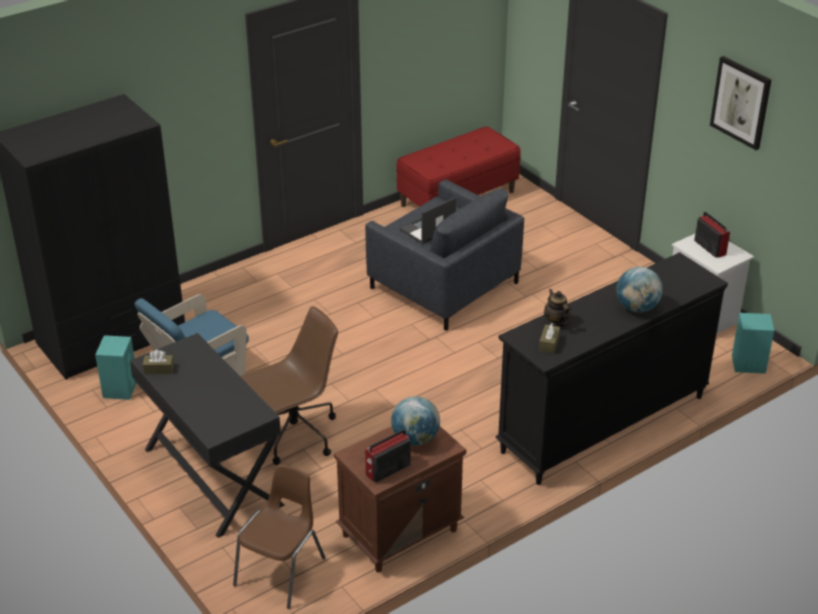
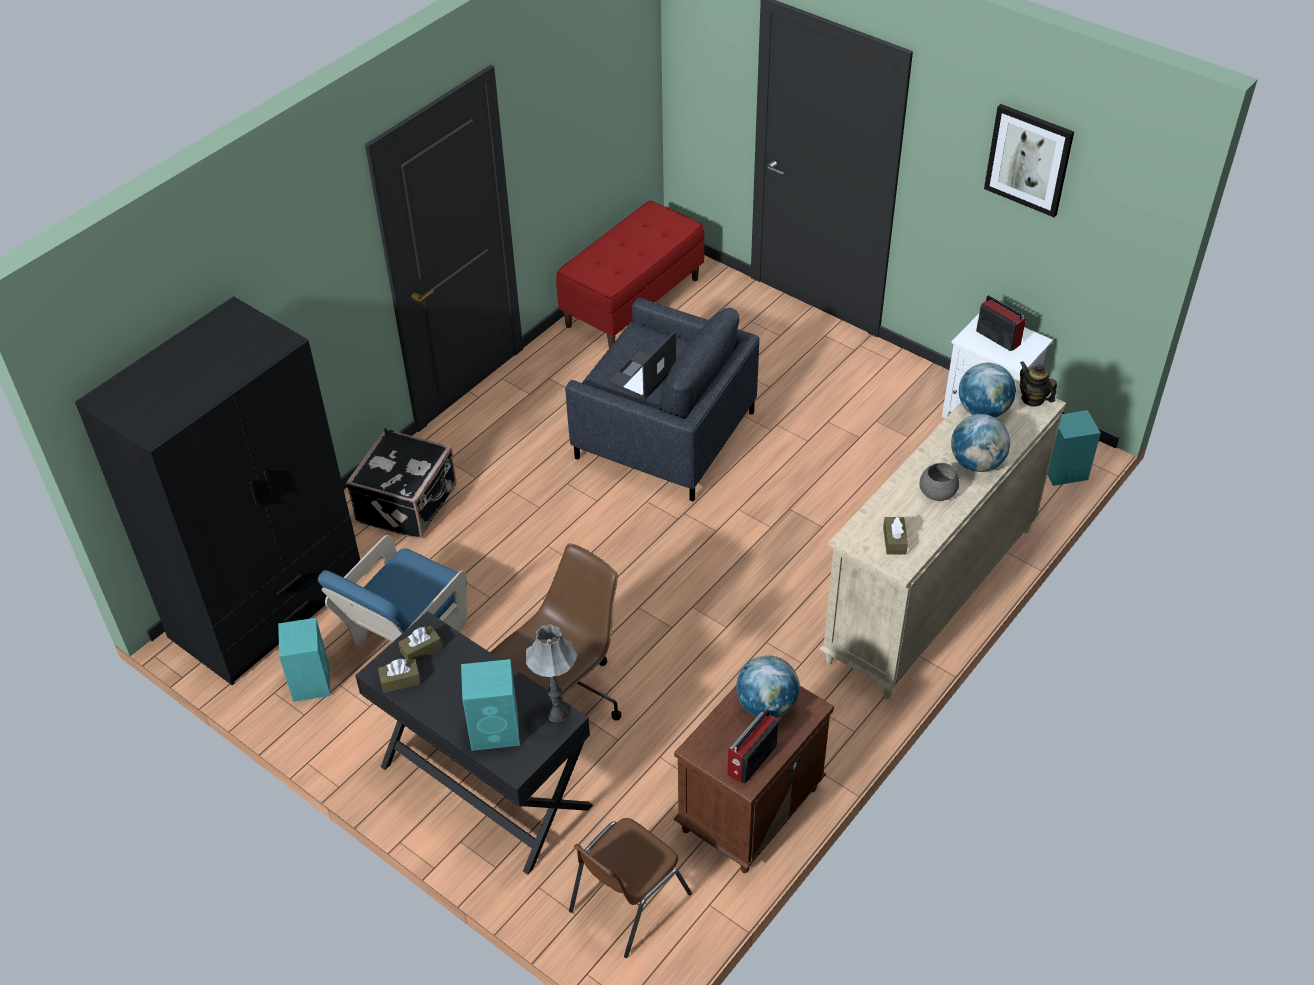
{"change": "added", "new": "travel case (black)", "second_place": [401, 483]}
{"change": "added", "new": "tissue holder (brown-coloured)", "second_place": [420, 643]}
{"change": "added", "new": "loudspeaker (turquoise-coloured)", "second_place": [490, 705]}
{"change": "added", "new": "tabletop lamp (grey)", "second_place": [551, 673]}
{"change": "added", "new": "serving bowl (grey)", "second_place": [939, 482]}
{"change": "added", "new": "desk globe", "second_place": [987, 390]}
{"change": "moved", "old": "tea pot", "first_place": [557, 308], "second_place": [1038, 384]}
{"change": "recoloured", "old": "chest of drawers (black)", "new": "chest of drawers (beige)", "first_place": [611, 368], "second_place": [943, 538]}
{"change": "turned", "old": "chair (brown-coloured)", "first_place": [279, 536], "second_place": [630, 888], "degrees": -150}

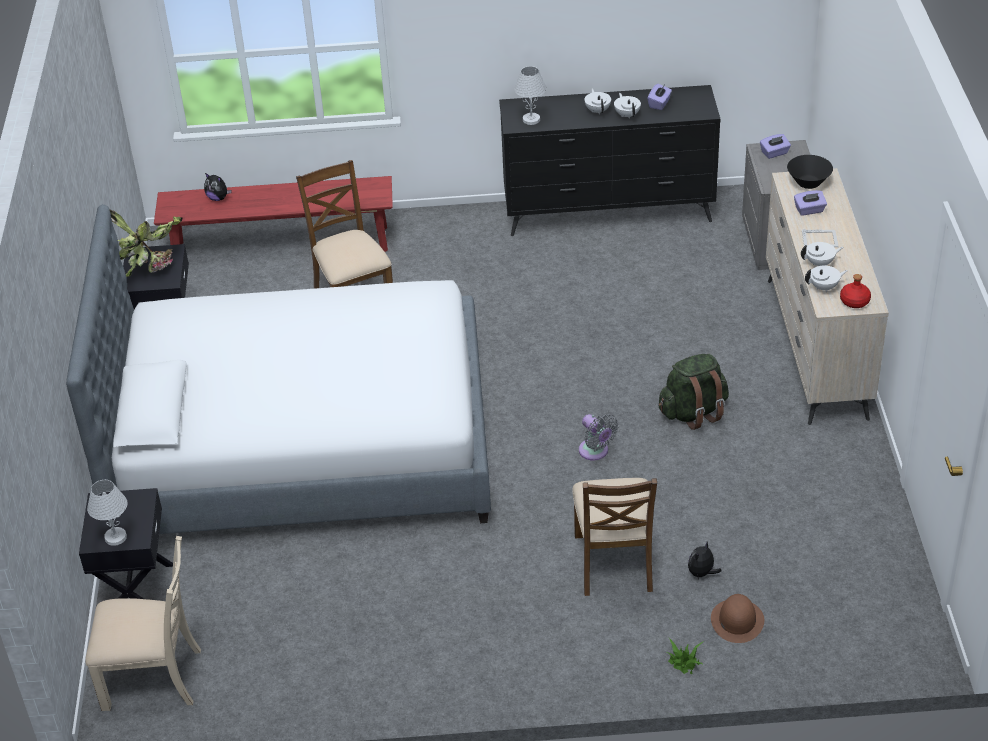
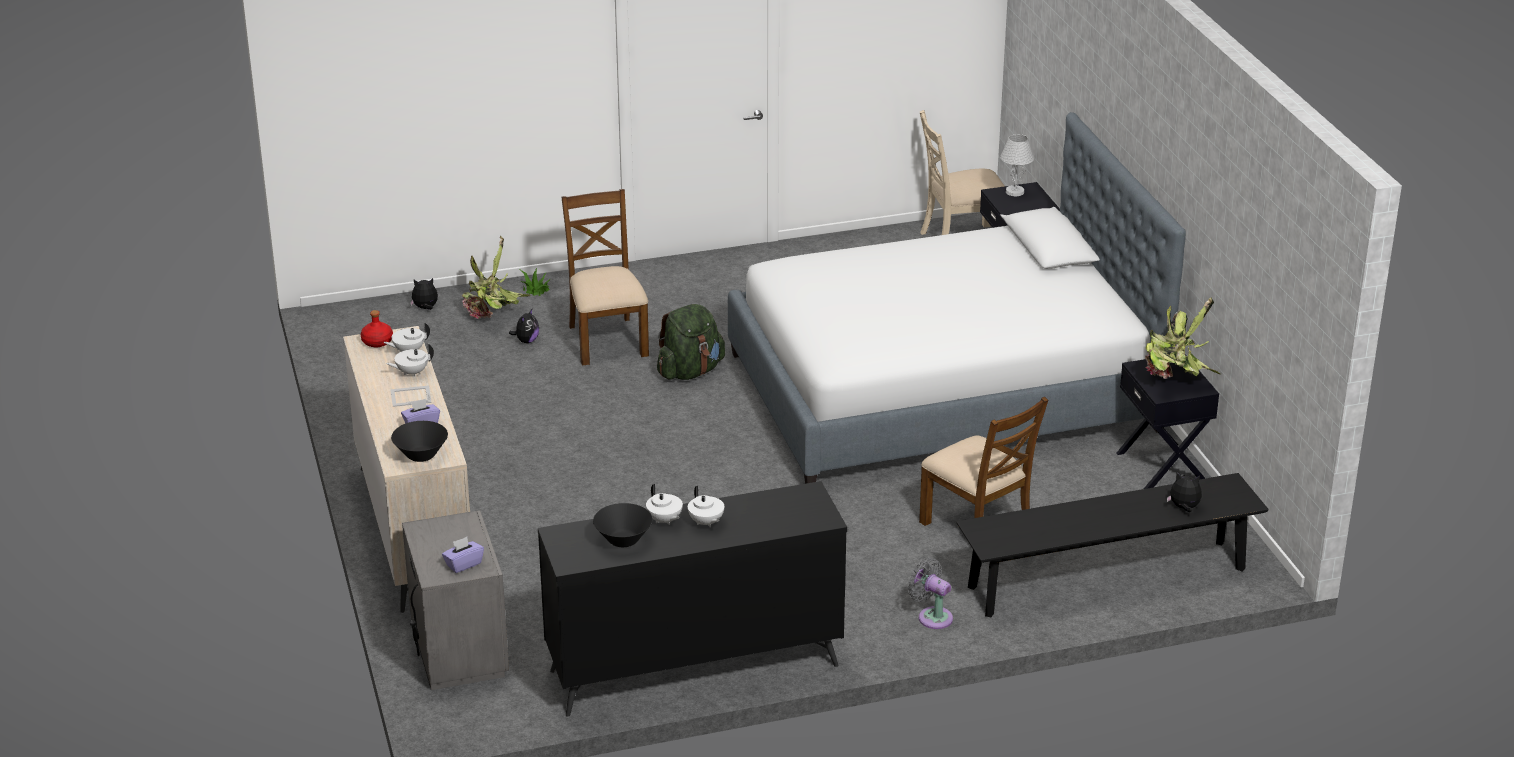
{"change": "removed", "old": "tabletop lamp (whitish)", "first_place": [530, 95]}
{"change": "added", "new": "cuddly toy", "second_place": [424, 294]}
{"change": "moved", "old": "fan (grey)", "first_place": [599, 437], "second_place": [930, 593]}
{"change": "moved", "old": "backpack (green)", "first_place": [694, 392], "second_place": [691, 342]}
{"change": "replaced", "old": "tissue holder (purple)", "new": "serving bowl (black)", "first_place": [660, 97], "second_place": [623, 525]}
{"change": "replaced", "old": "hat (brown-coloured)", "new": "houseplant", "first_place": [737, 618], "second_place": [496, 277]}
{"change": "recoloured", "old": "long seat (red)", "new": "long seat (black)", "first_place": [273, 214], "second_place": [1112, 545]}

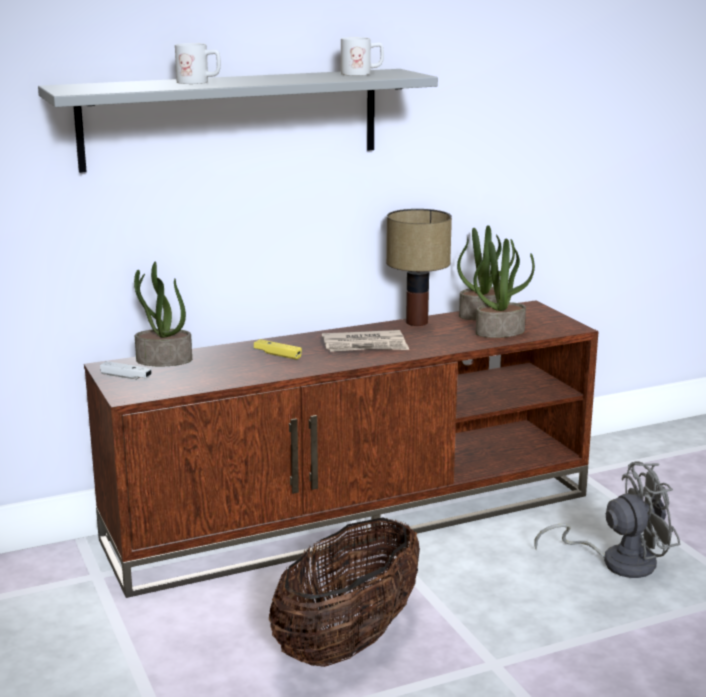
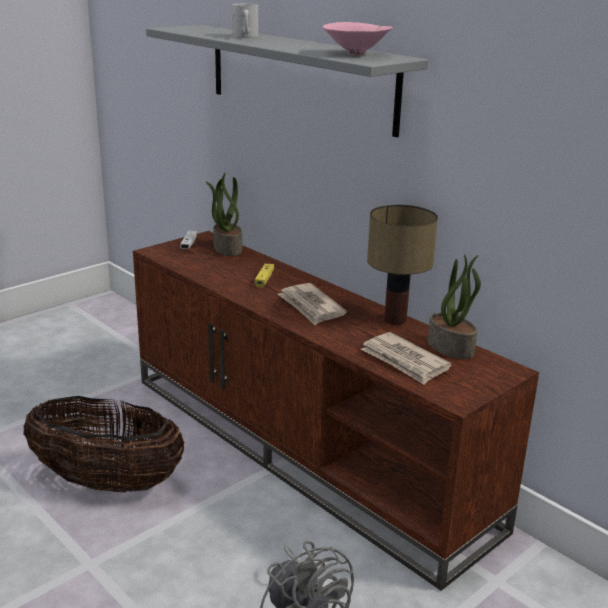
{"change": "replaced", "old": "coffee mug (whitish)", "new": "serving bowl (pinkish)", "first_place": [362, 56], "second_place": [358, 38]}
{"change": "replaced", "old": "houseplant", "new": "daily paper", "first_place": [504, 288], "second_place": [406, 358]}

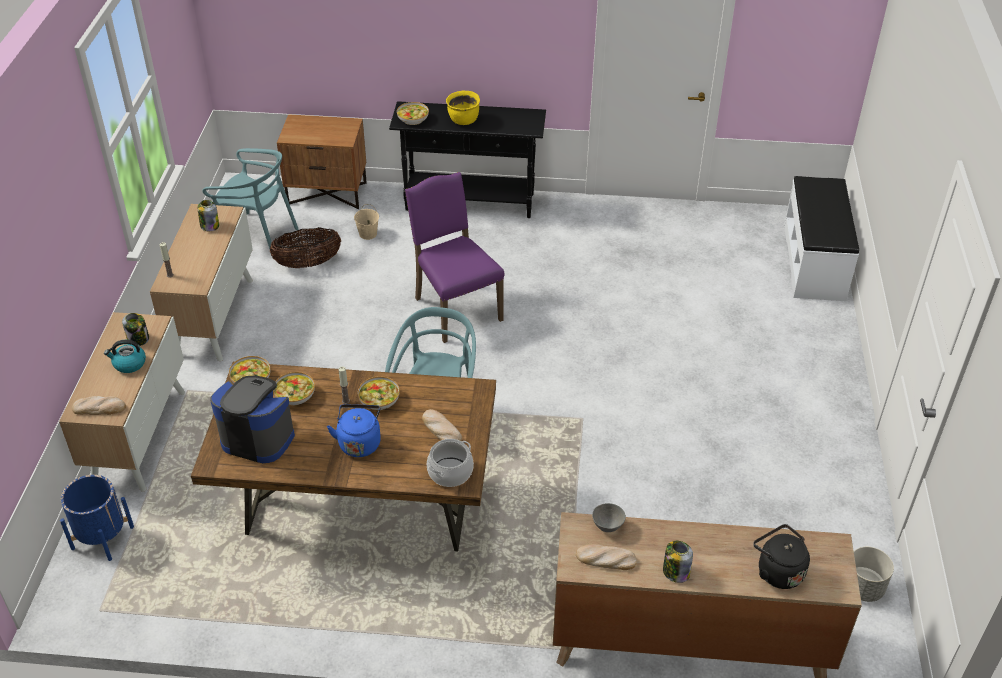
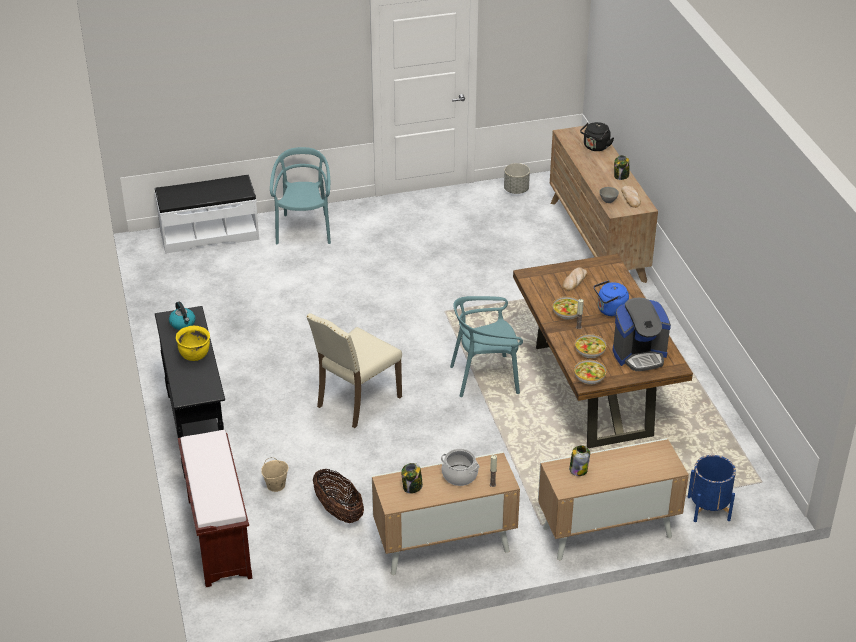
{"change": "removed", "old": "bakery bread", "first_place": [99, 405]}
{"change": "removed", "old": "serving bowl", "first_place": [413, 113]}
{"change": "moved", "old": "tea kettle", "first_place": [125, 356], "second_place": [182, 315]}
{"change": "moved", "old": "chair (turquoise-coloured)", "first_place": [250, 198], "second_place": [300, 195]}
{"change": "moved", "old": "saucepot", "first_place": [450, 463], "second_place": [460, 467]}
{"change": "replaced", "old": "bedside table (brown-coloured)", "new": "long seat (brown-coloured)", "first_place": [322, 161], "second_place": [215, 508]}
{"change": "recoloured", "old": "chair (purple)", "new": "chair (beige)", "first_place": [454, 257], "second_place": [354, 370]}
{"change": "turned", "old": "coffee machine", "first_place": [252, 419], "second_place": [641, 334], "degrees": -105}

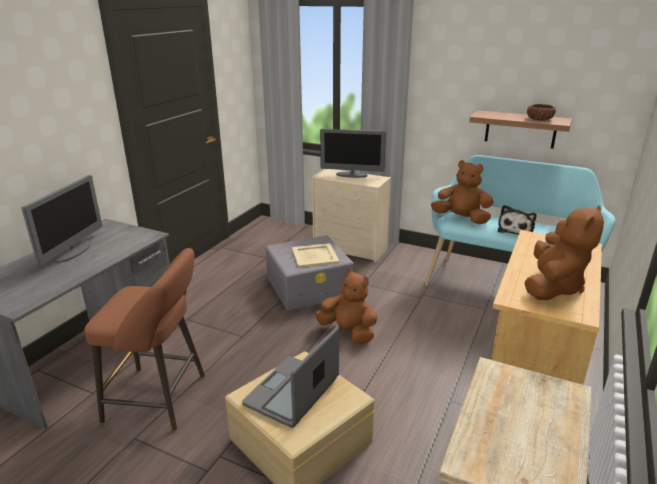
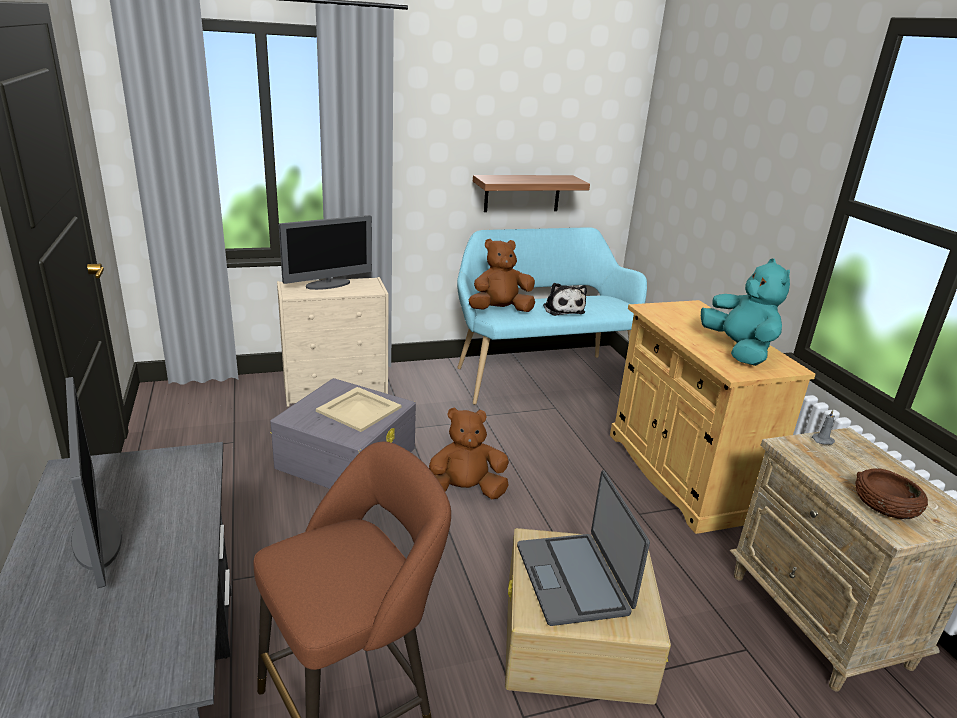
{"change": "added", "new": "wax light (grey)", "second_place": [823, 427]}
{"change": "moved", "old": "serving bowl (brown-coloured)", "first_place": [541, 112], "second_place": [891, 493]}
{"change": "recoloured", "old": "cuddly toy (brown-coloured)", "new": "cuddly toy (turquoise-coloured)", "first_place": [564, 252], "second_place": [745, 312]}

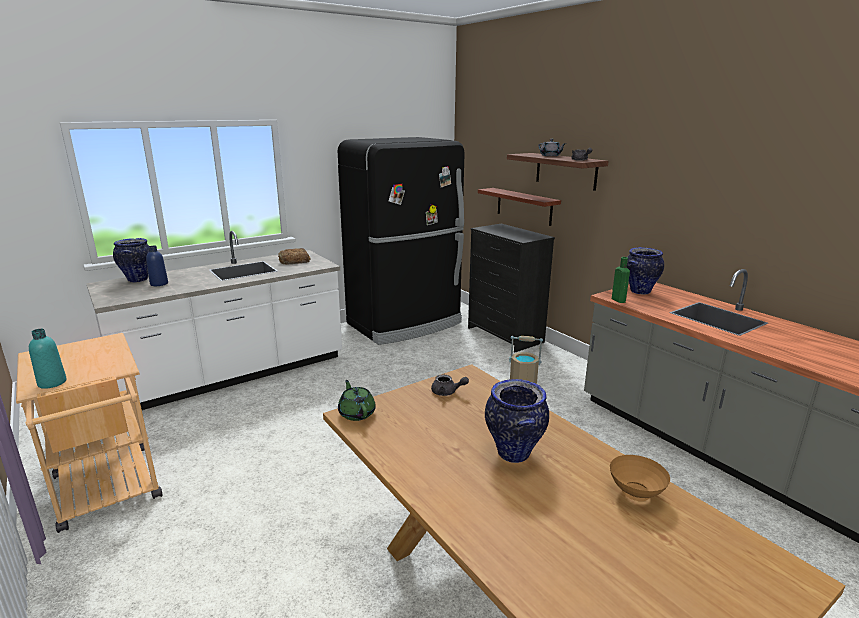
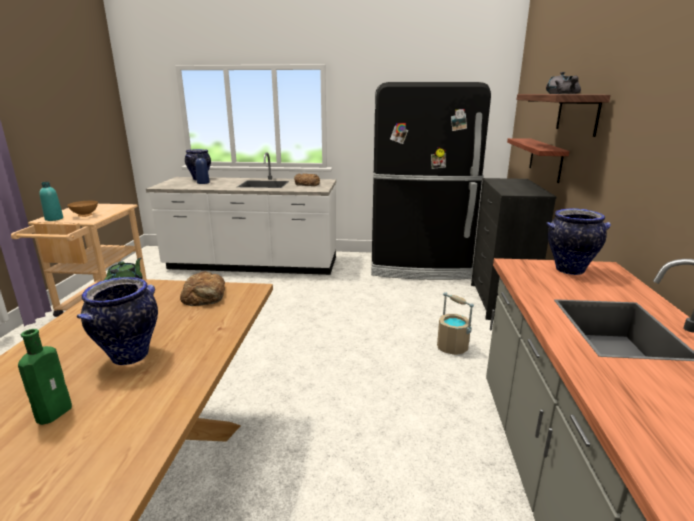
{"change": "moved", "old": "serving bowl (brown-coloured)", "first_place": [640, 478], "second_place": [82, 209]}
{"change": "moved", "old": "beverage bottle (green)", "first_place": [621, 280], "second_place": [45, 377]}
{"change": "replaced", "old": "tea pot (grey)", "new": "bakery bread", "first_place": [450, 385], "second_place": [202, 288]}

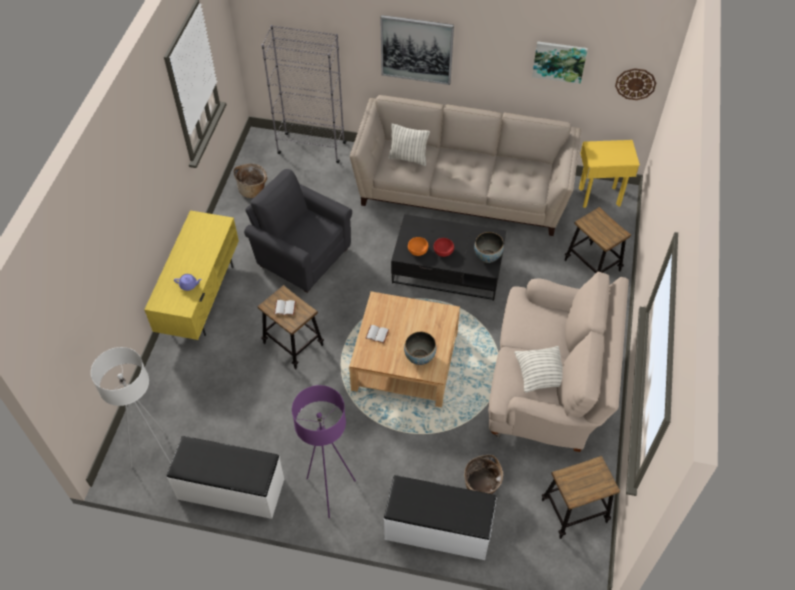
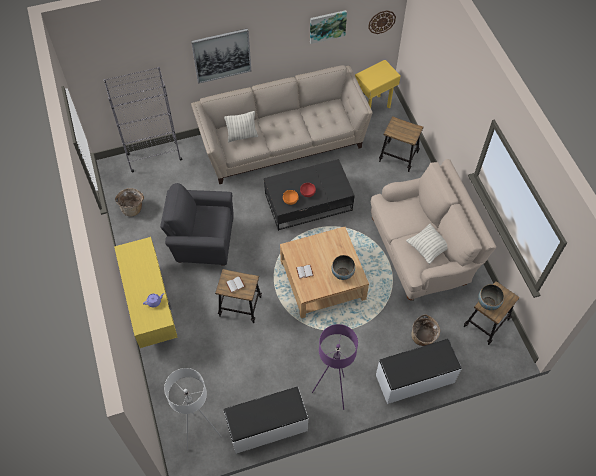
{"change": "moved", "old": "serving bowl", "first_place": [489, 247], "second_place": [491, 297]}

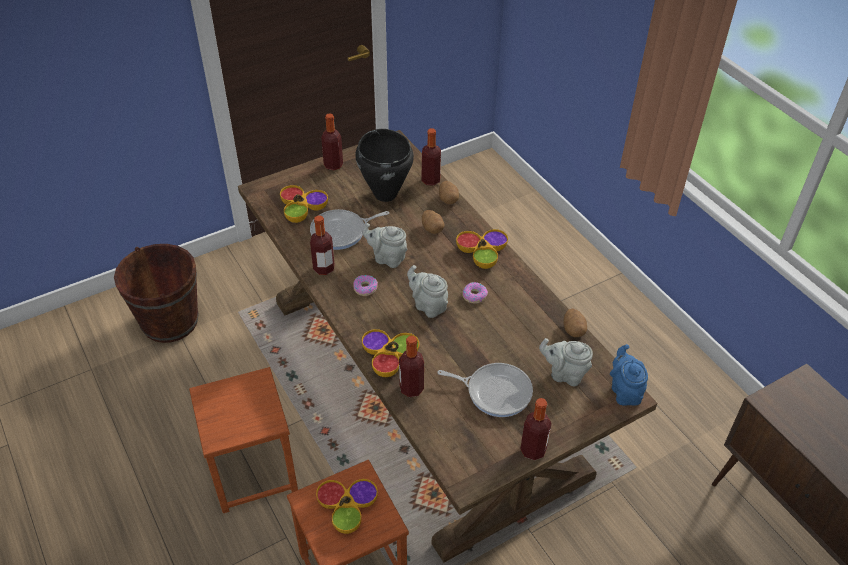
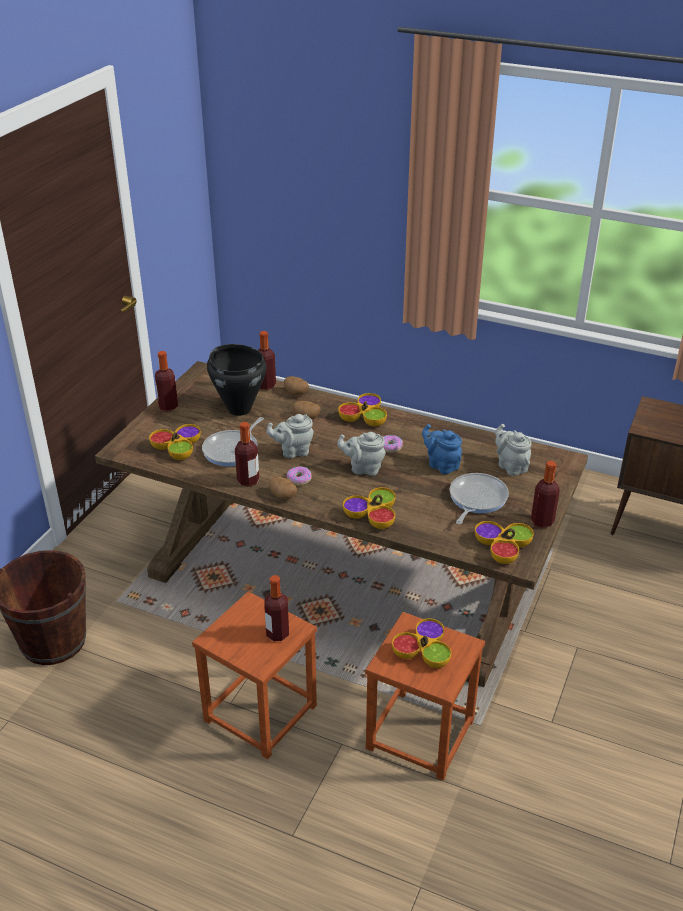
{"change": "added", "new": "serving bowl", "second_place": [504, 542]}
{"change": "moved", "old": "beverage bottle", "first_place": [411, 366], "second_place": [276, 608]}
{"change": "moved", "old": "whole potato", "first_place": [575, 323], "second_place": [283, 488]}
{"change": "moved", "old": "tea pot (blue)", "first_place": [629, 375], "second_place": [442, 449]}
{"change": "turned", "old": "pan", "first_place": [485, 390], "second_place": [479, 498], "degrees": -45}
{"change": "turned", "old": "tea pot (grey)", "first_place": [566, 362], "second_place": [513, 450], "degrees": 75}

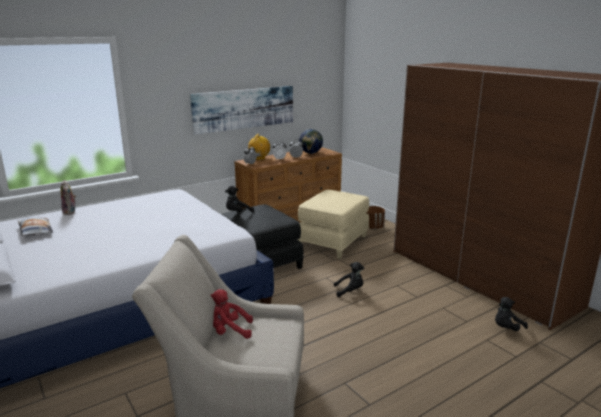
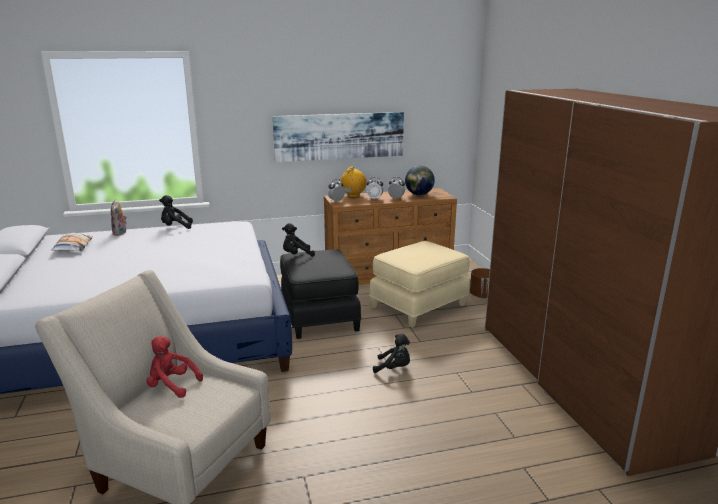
{"change": "moved", "old": "cuddly toy (black)", "first_place": [511, 314], "second_place": [176, 212]}

